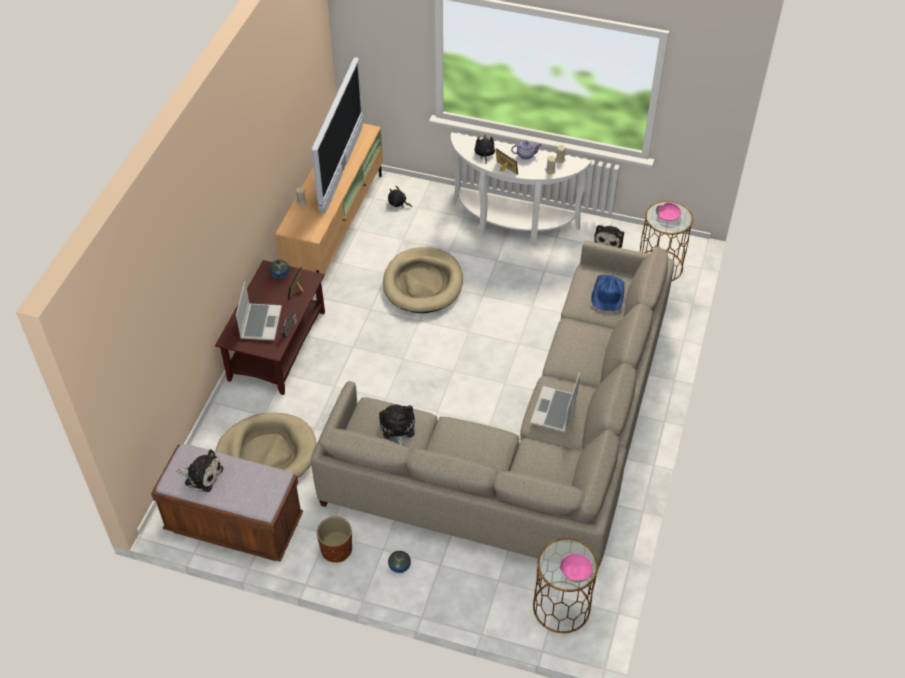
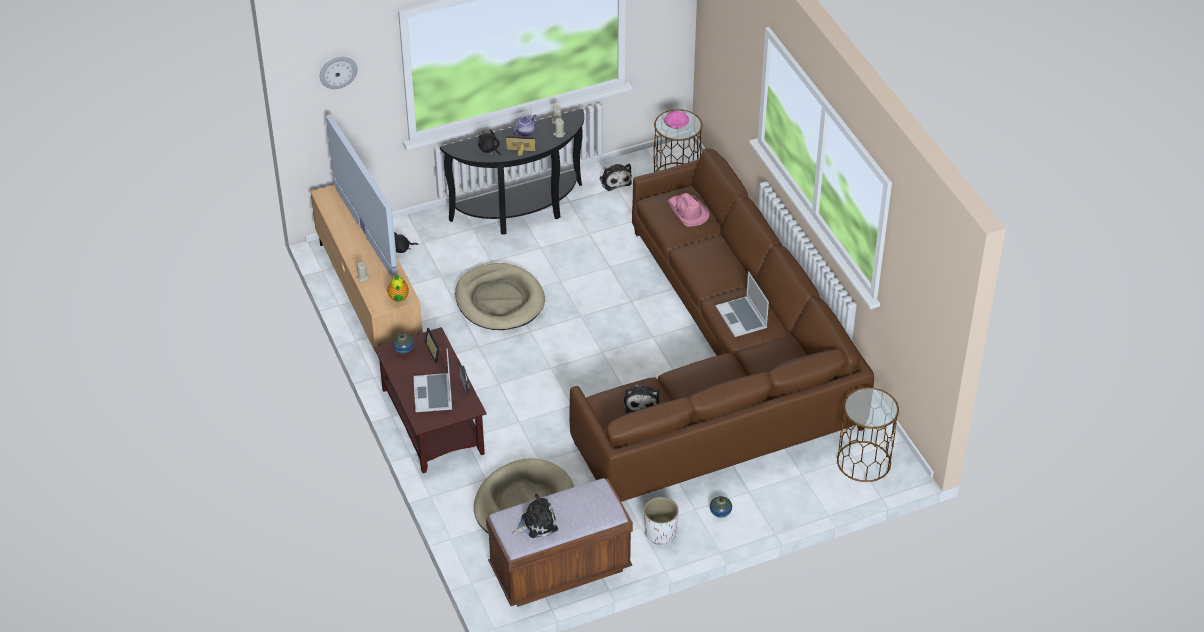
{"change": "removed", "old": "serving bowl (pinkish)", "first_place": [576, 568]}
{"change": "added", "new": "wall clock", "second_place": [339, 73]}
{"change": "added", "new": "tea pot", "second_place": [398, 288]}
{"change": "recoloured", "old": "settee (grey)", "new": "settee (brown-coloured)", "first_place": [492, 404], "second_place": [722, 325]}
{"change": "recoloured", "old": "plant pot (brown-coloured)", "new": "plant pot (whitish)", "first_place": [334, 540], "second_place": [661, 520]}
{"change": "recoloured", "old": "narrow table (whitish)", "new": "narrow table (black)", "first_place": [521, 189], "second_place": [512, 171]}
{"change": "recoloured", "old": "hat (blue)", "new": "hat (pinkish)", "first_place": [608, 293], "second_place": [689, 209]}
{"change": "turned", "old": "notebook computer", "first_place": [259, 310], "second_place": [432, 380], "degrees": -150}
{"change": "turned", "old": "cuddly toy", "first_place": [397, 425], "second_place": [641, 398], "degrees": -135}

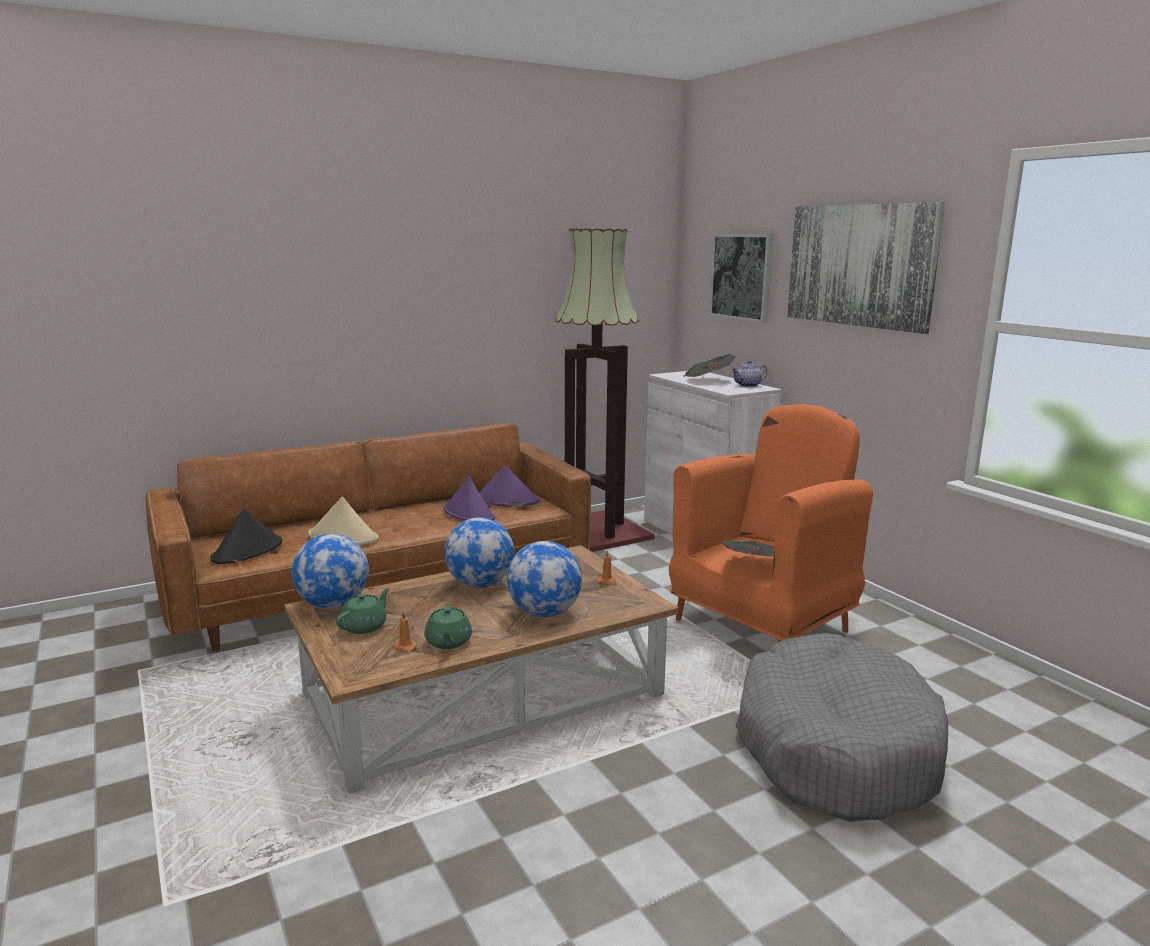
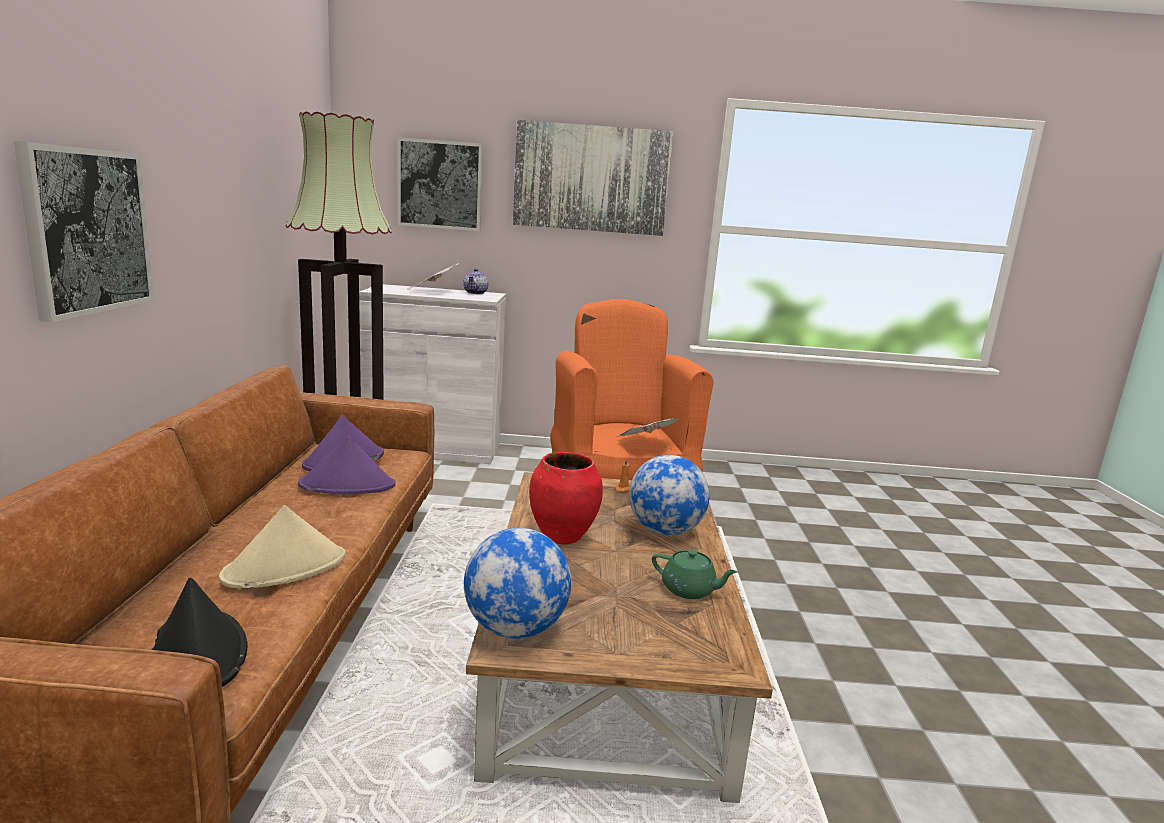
{"change": "removed", "old": "tea pot (green)", "first_place": [363, 611]}
{"change": "removed", "old": "wax light (orange-coloured)", "first_place": [405, 631]}
{"change": "removed", "old": "dog bed (grey)", "first_place": [842, 727]}
{"change": "added", "new": "wall art", "second_place": [84, 231]}
{"change": "replaced", "old": "desk globe", "new": "vase (red)", "first_place": [479, 552], "second_place": [566, 498]}

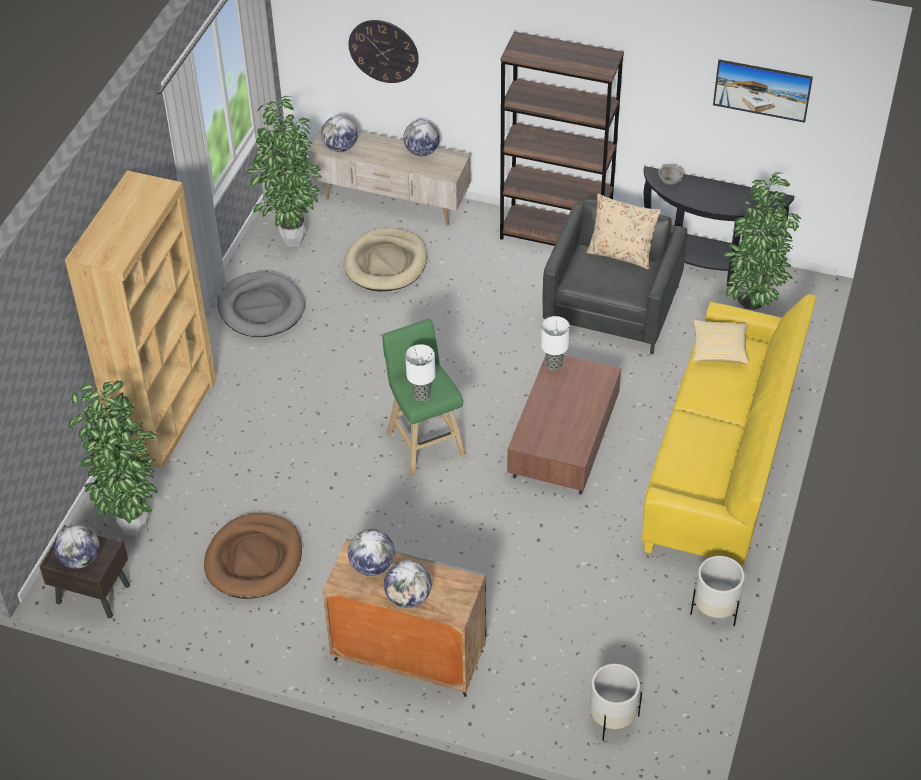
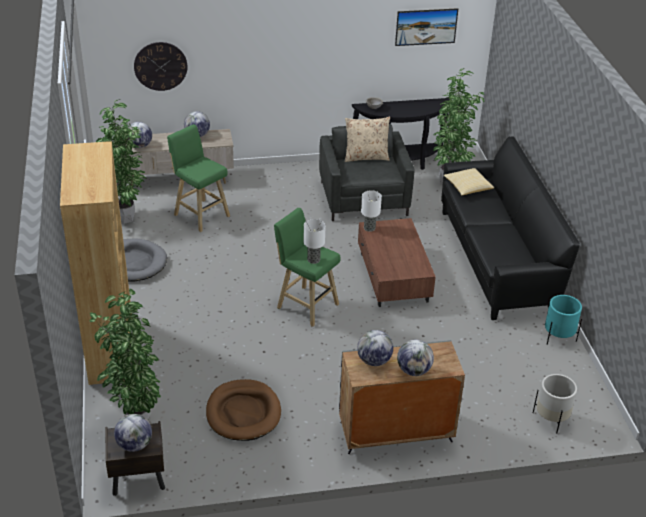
{"change": "removed", "old": "shelving unit (brown-coloured)", "first_place": [562, 138]}
{"change": "replaced", "old": "dog bed (beige)", "new": "stool (green)", "first_place": [385, 260], "second_place": [198, 178]}
{"change": "recoloured", "old": "settee (yellow)", "new": "settee (black)", "first_place": [729, 429], "second_place": [510, 228]}
{"change": "recoloured", "old": "plant pot (whitish)", "new": "plant pot (turquoise-coloured)", "first_place": [717, 591], "second_place": [563, 320]}

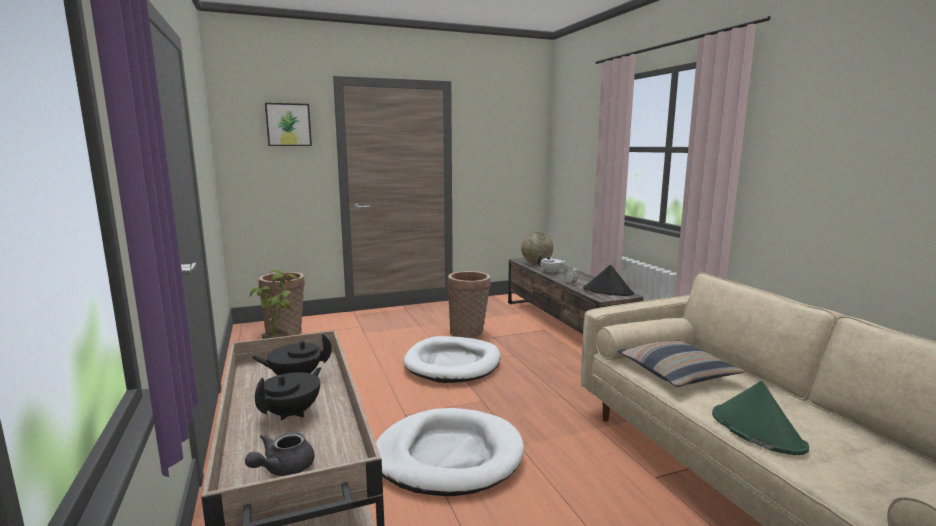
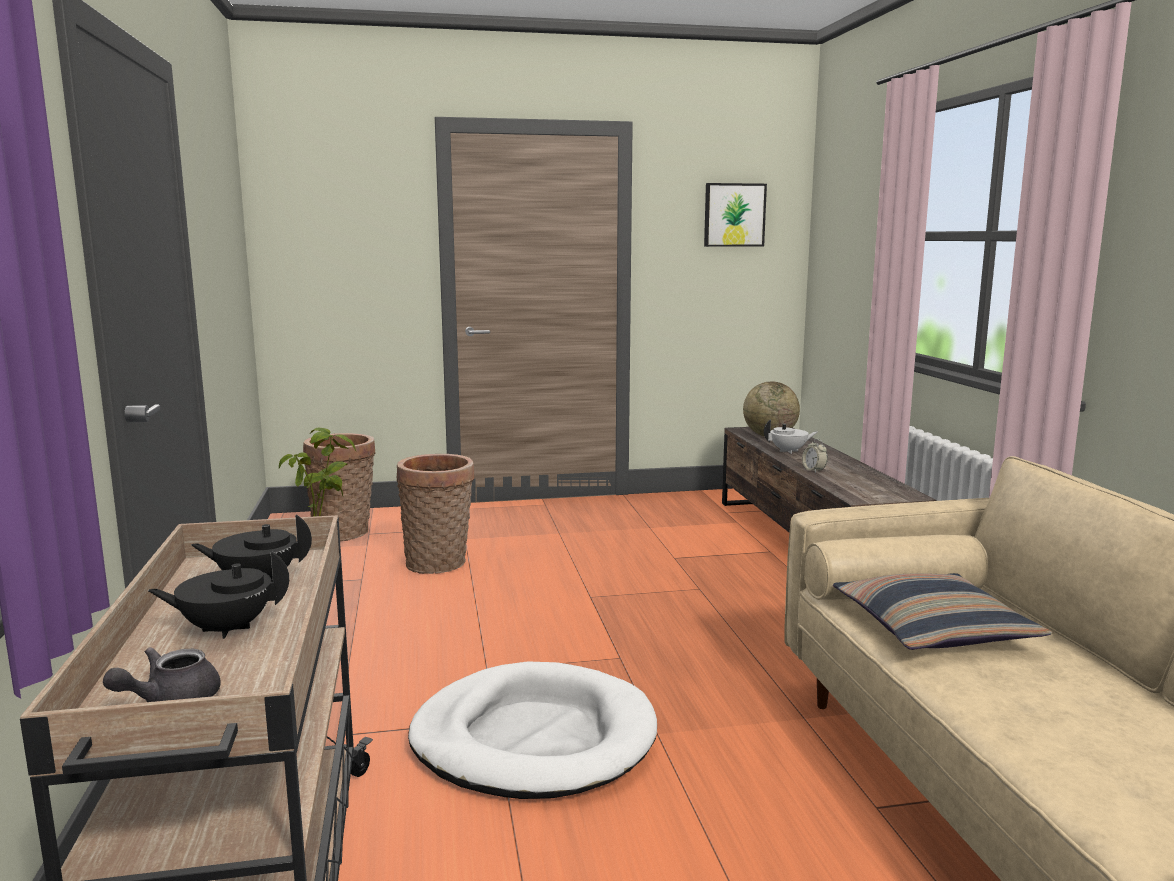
{"change": "removed", "old": "dog bed (whitish)", "first_place": [451, 359]}
{"change": "removed", "old": "hat (black)", "first_place": [608, 280]}
{"change": "removed", "old": "hat (green)", "first_place": [760, 418]}
{"change": "moved", "old": "wall art", "first_place": [288, 124], "second_place": [735, 215]}
{"change": "moved", "old": "storage basket", "first_place": [469, 304], "second_place": [435, 514]}
{"change": "turned", "old": "tea pot (black)", "first_place": [288, 393], "second_place": [218, 595], "degrees": -135}

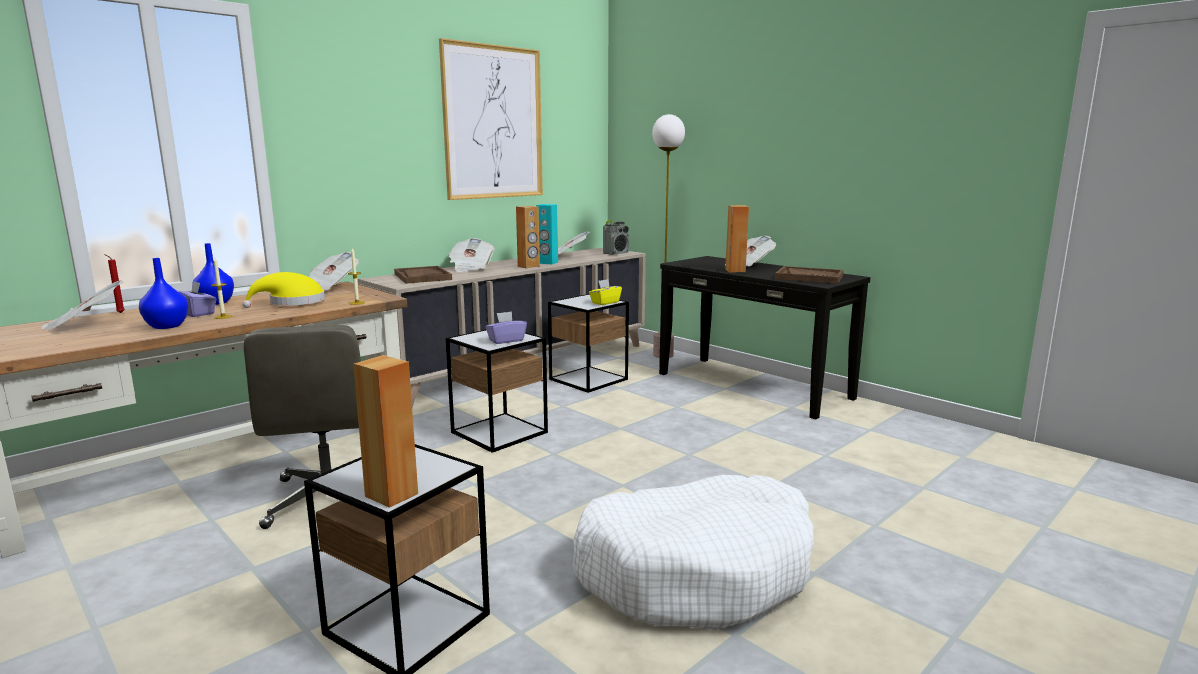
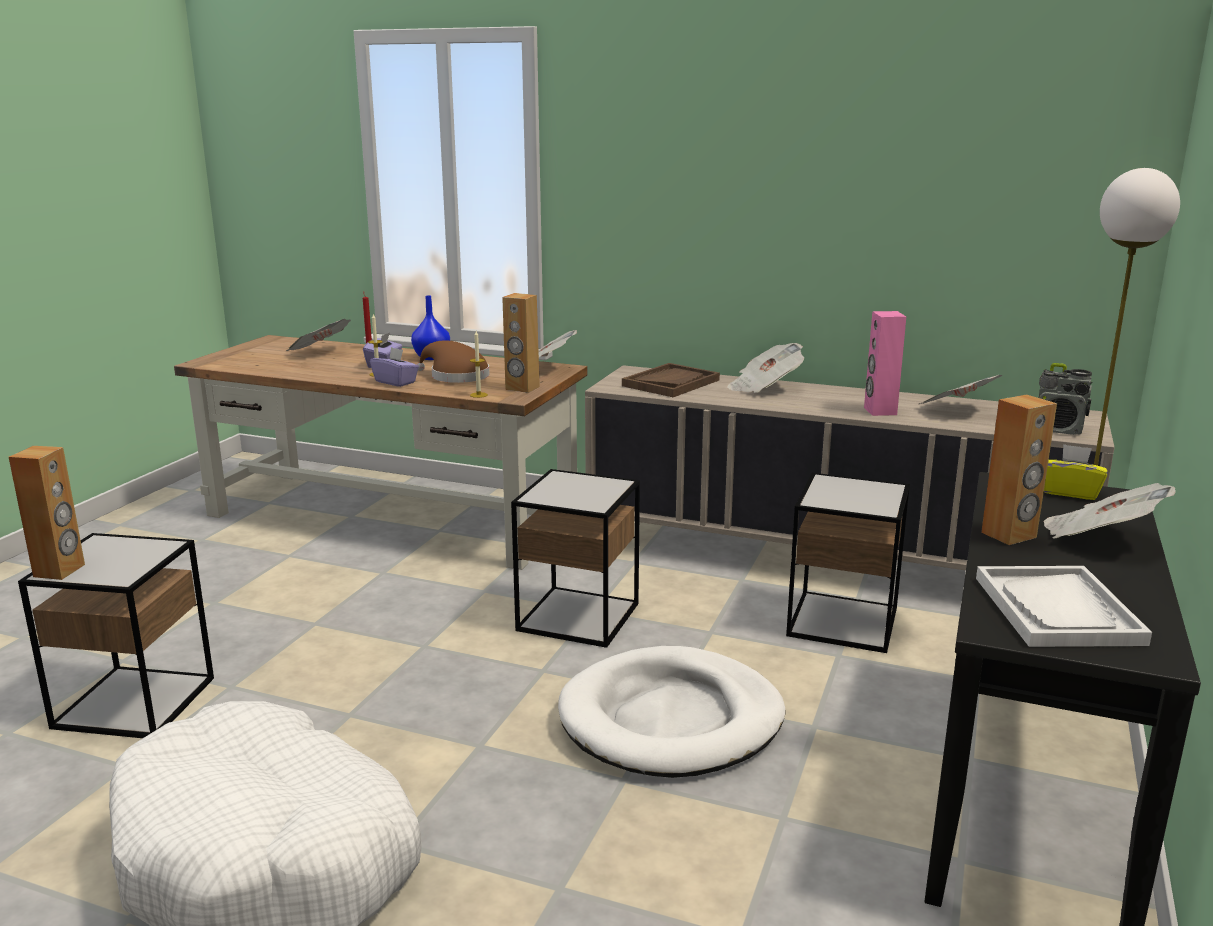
{"change": "removed", "old": "vase (blue)", "first_place": [164, 293]}
{"change": "removed", "old": "office chair (grey)", "first_place": [302, 427]}
{"change": "removed", "old": "wall art", "first_place": [491, 119]}
{"change": "added", "new": "dog bed (whitish)", "second_place": [671, 712]}
{"change": "moved", "old": "tissue holder (purple)", "first_place": [506, 327], "second_place": [394, 367]}
{"change": "moved", "old": "loudspeaker (brown-coloured)", "first_place": [528, 237], "second_place": [521, 343]}
{"change": "moved", "old": "tissue holder (yellow)", "first_place": [605, 292], "second_place": [1076, 472]}
{"change": "recoloured", "old": "hat (yellow)", "new": "hat (brown-coloured)", "first_place": [284, 290], "second_place": [453, 361]}
{"change": "recoloured", "old": "loudspeaker (turquoise-coloured)", "new": "loudspeaker (pinkish)", "first_place": [547, 234], "second_place": [885, 363]}
{"change": "recoloured", "old": "tray (brown-coloured)", "new": "tray (whitish)", "first_place": [809, 275], "second_place": [1064, 606]}

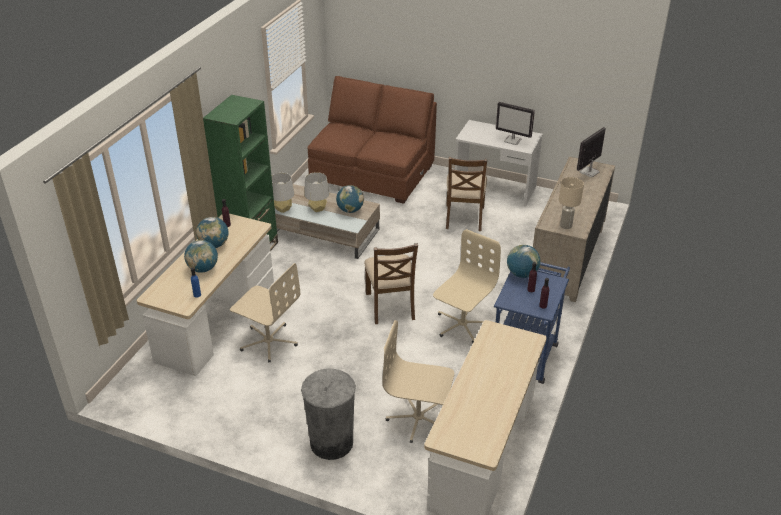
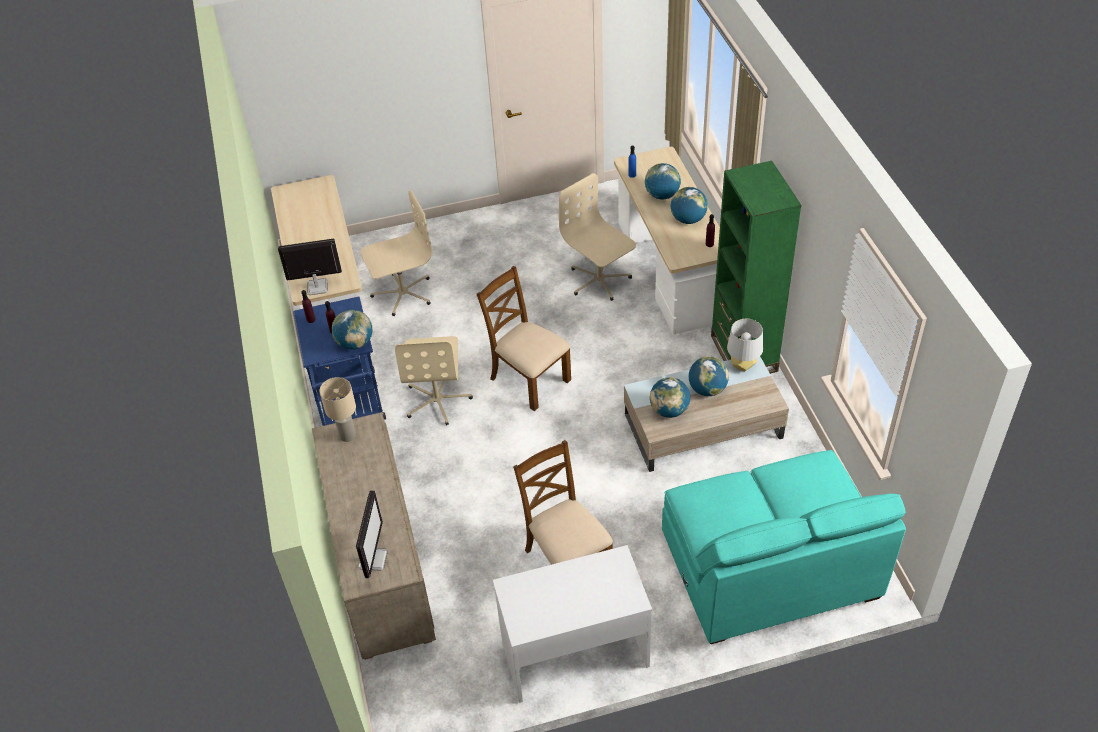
{"change": "removed", "old": "trash can (grey)", "first_place": [328, 414]}
{"change": "moved", "old": "computer screen", "first_place": [515, 123], "second_place": [310, 267]}
{"change": "replaced", "old": "tabletop lamp (grey)", "new": "desk globe", "first_place": [316, 192], "second_place": [709, 376]}
{"change": "recoloured", "old": "settee (brown-coloured)", "new": "settee (turquoise-coloured)", "first_place": [372, 140], "second_place": [784, 547]}
{"change": "turned", "old": "office chair (beige)", "first_place": [265, 313], "second_place": [597, 237], "degrees": 60}

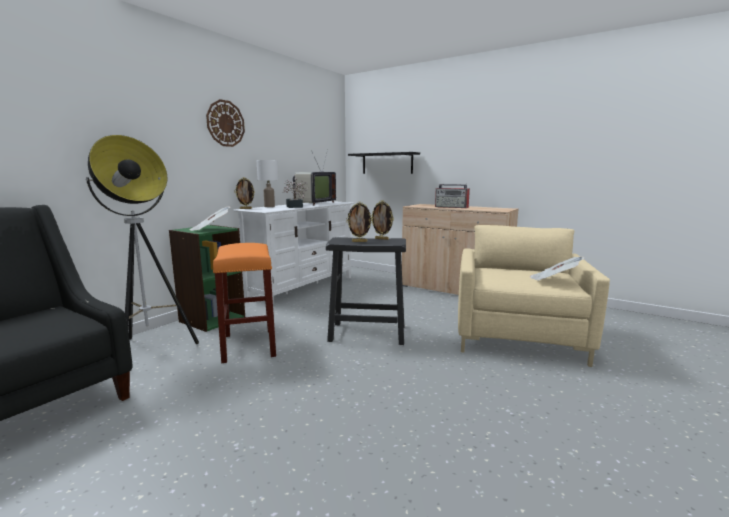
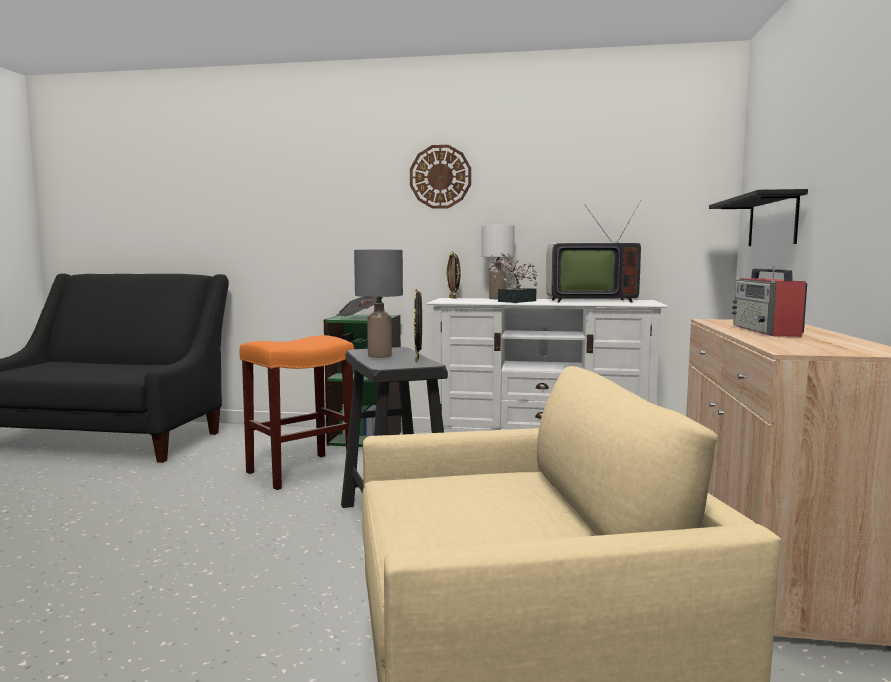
{"change": "removed", "old": "standing lamp", "first_place": [142, 239]}
{"change": "removed", "old": "daily paper", "first_place": [557, 268]}
{"change": "replaced", "old": "photo frame", "new": "tabletop lamp (grey)", "first_place": [359, 222], "second_place": [378, 304]}

